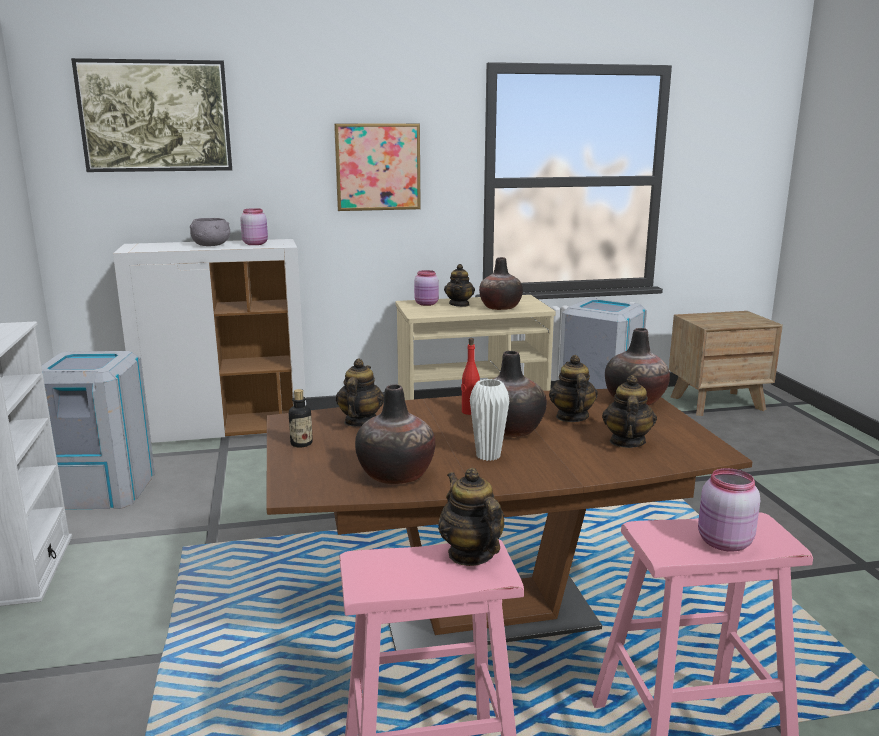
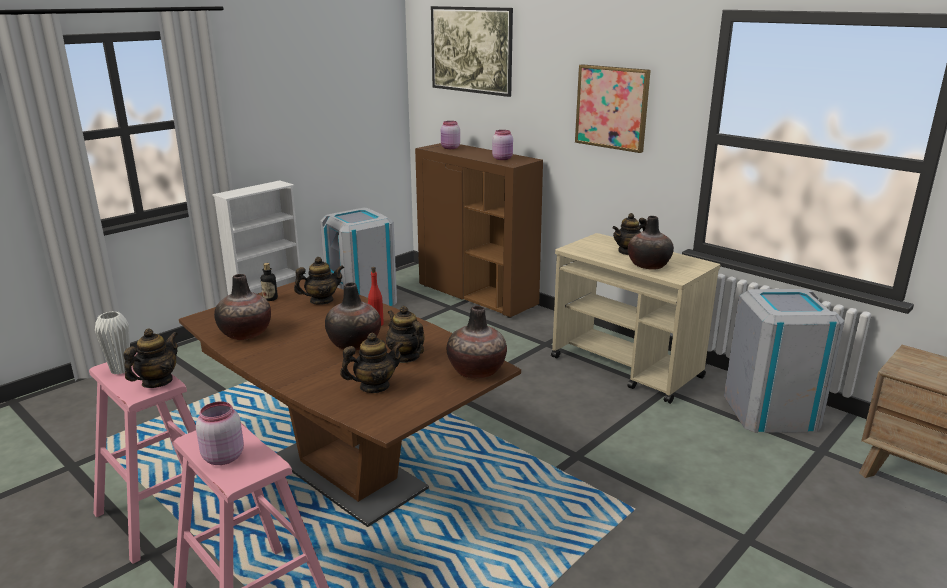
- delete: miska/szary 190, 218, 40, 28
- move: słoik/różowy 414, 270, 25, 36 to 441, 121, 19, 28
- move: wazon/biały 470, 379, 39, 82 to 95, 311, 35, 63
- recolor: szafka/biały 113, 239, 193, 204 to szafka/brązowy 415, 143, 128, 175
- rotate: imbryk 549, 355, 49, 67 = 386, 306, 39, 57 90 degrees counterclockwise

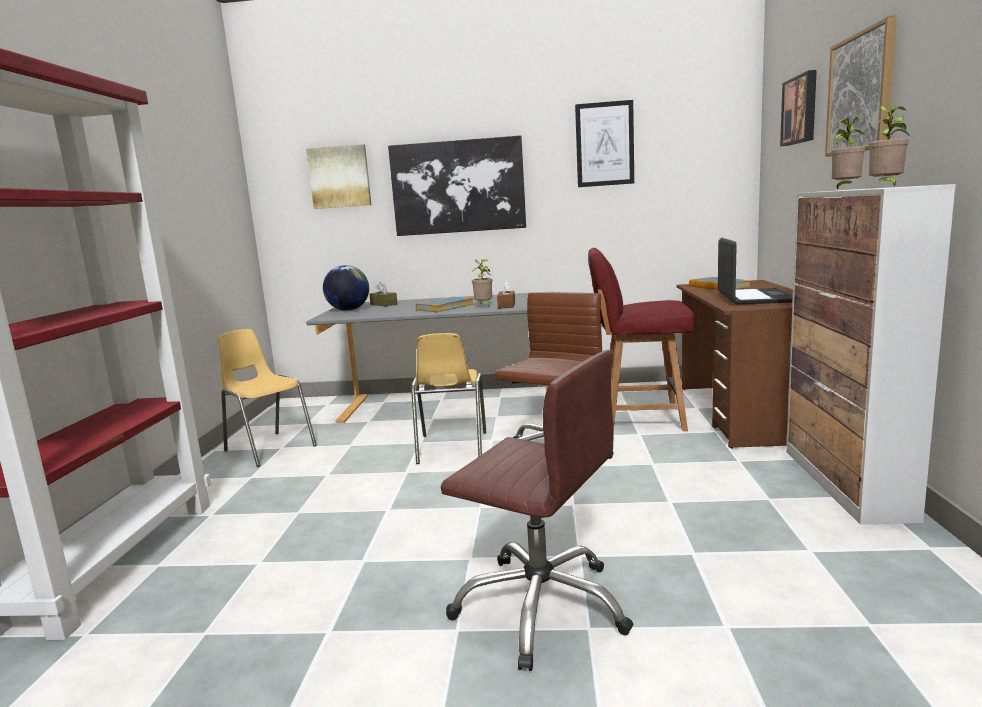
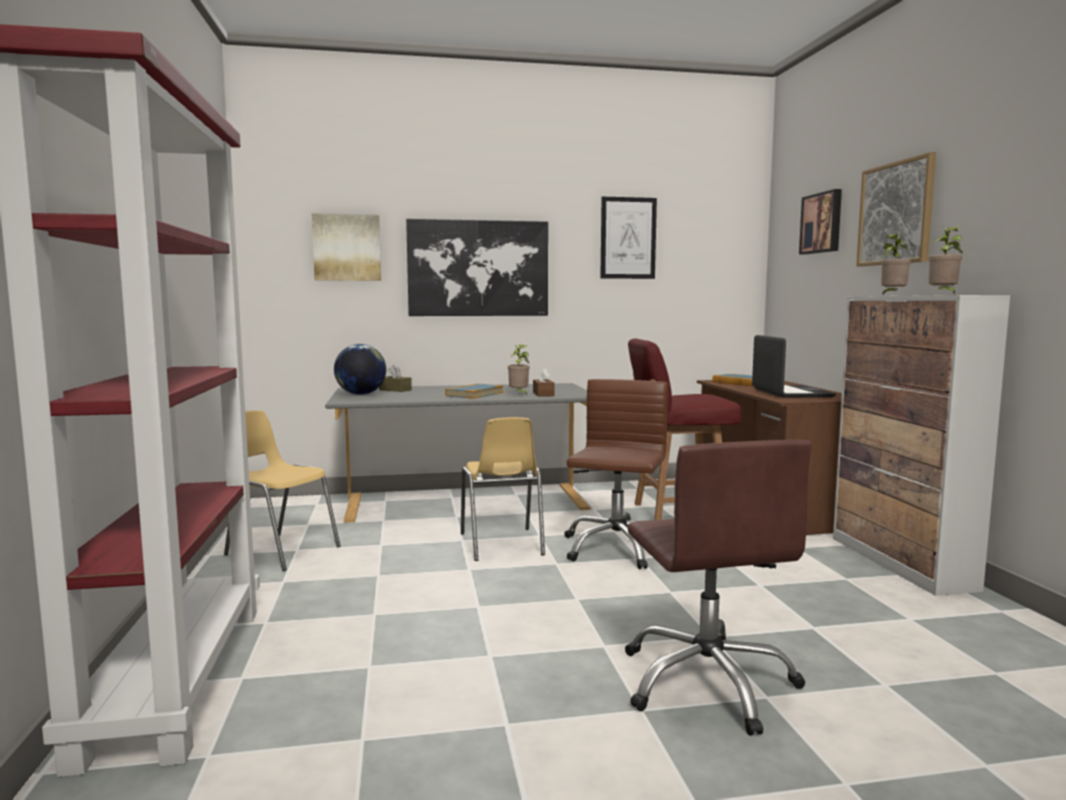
- rotate: krzesło biurowe/brązowy 441, 350, 192, 321 = 625, 440, 187, 296 60 degrees clockwise

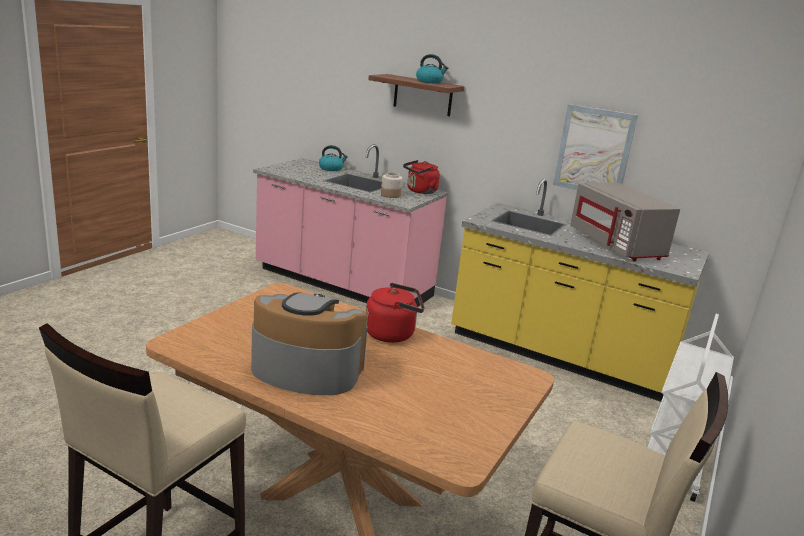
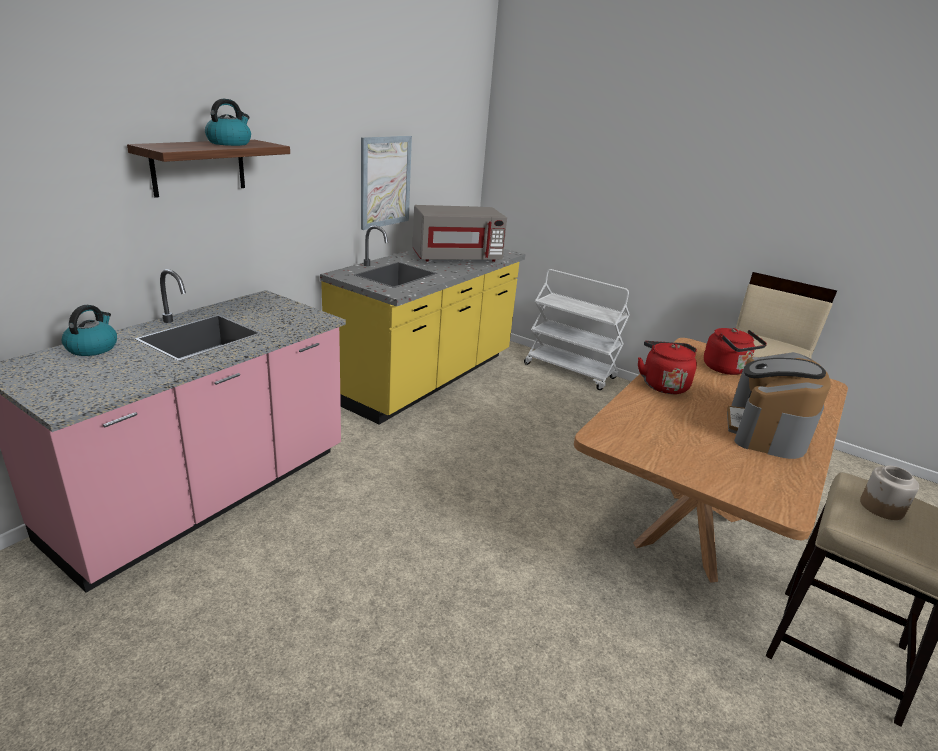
- move: słoik 381, 172, 22, 26 to 860, 466, 59, 54
- move: czajnik/czerwony 403, 160, 37, 34 to 704, 328, 63, 47

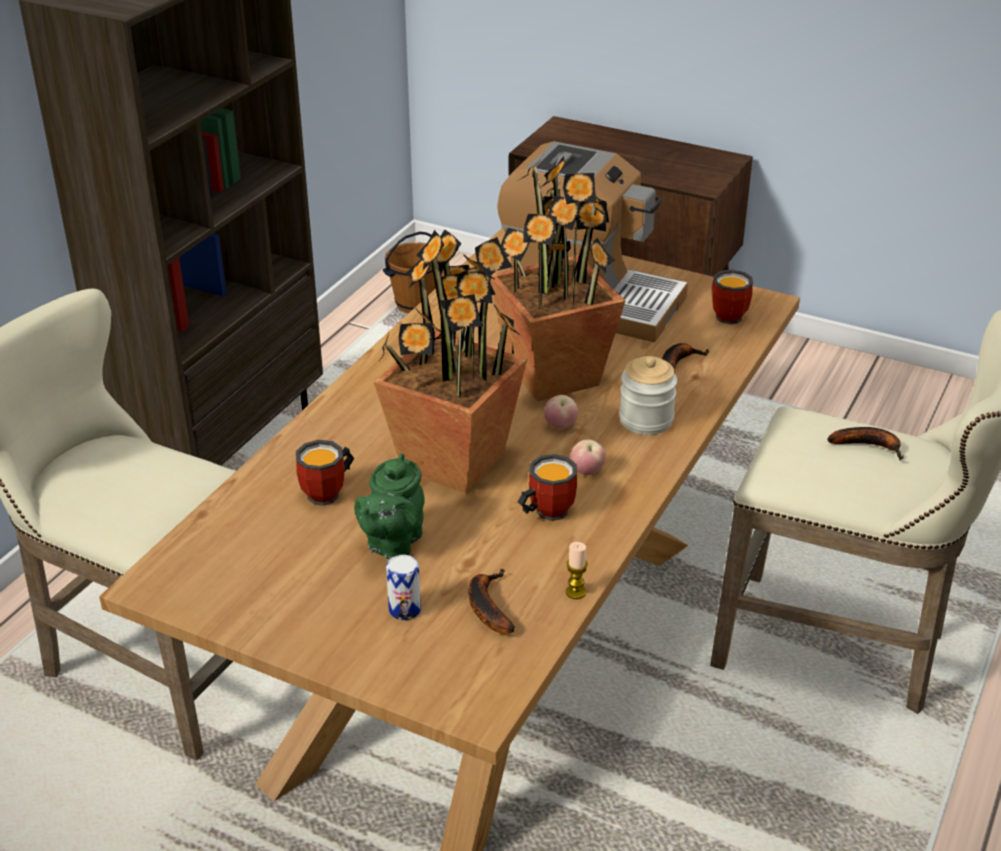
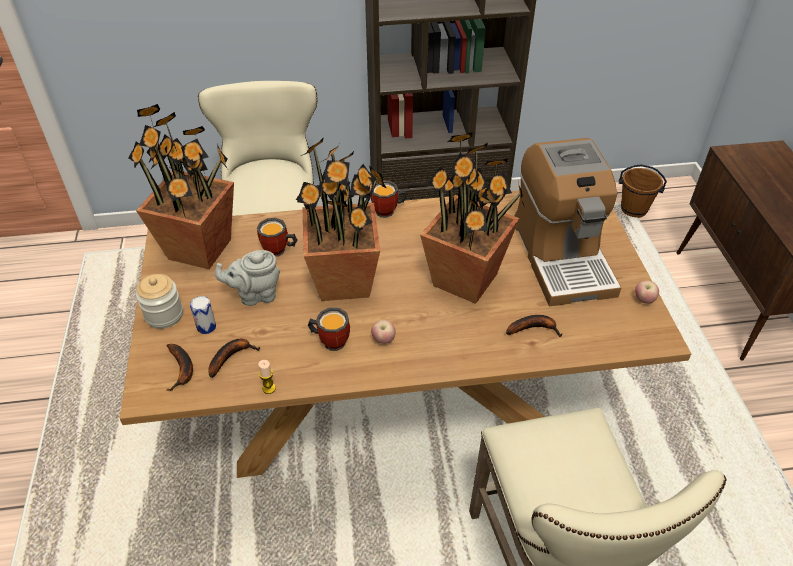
- insert: roślina doniczkowa 128, 104, 106, 165
- move: jabłko 544, 395, 34, 34 to 635, 280, 24, 24
- move: słoik 619, 356, 58, 79 to 136, 274, 47, 55
- move: kubek 712, 270, 41, 54 to 371, 180, 36, 38
- move: banan 828, 427, 76, 33 to 166, 344, 27, 47
- recolor: imbryk/zielony 354, 453, 71, 107 to imbryk/szary 215, 250, 65, 56

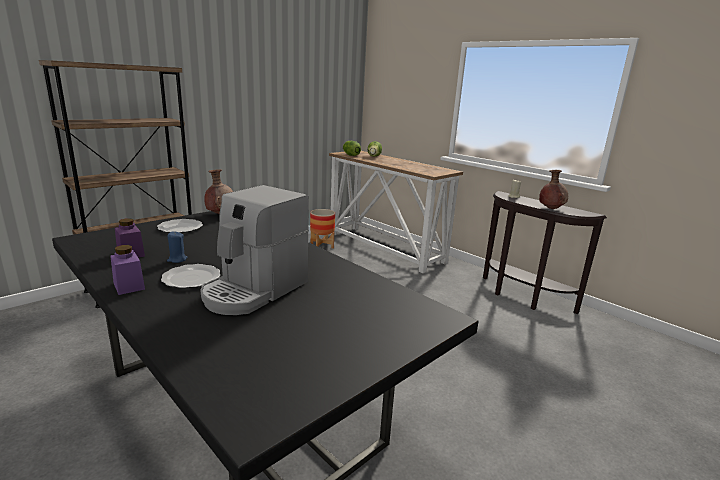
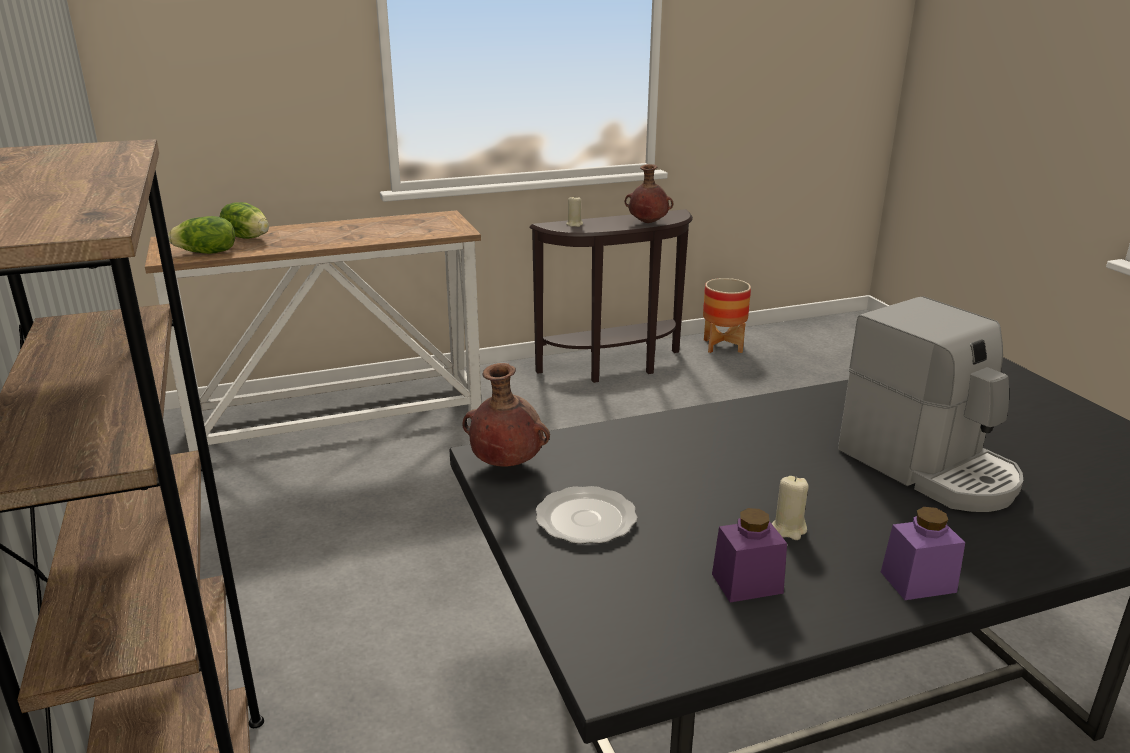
- delete: talerz 161, 264, 59, 24
- move: donica 310, 209, 25, 40 to 703, 278, 48, 75
- recolor: świeca/niebieski 167, 231, 20, 32 to świeca/beżowy 772, 476, 37, 64

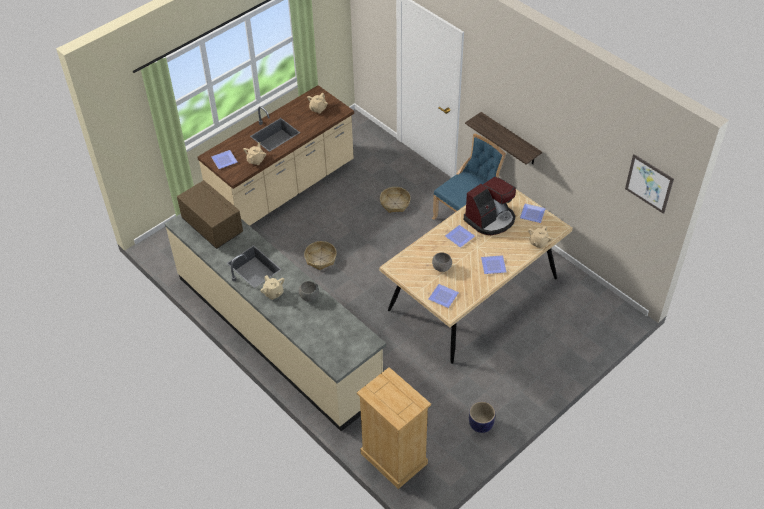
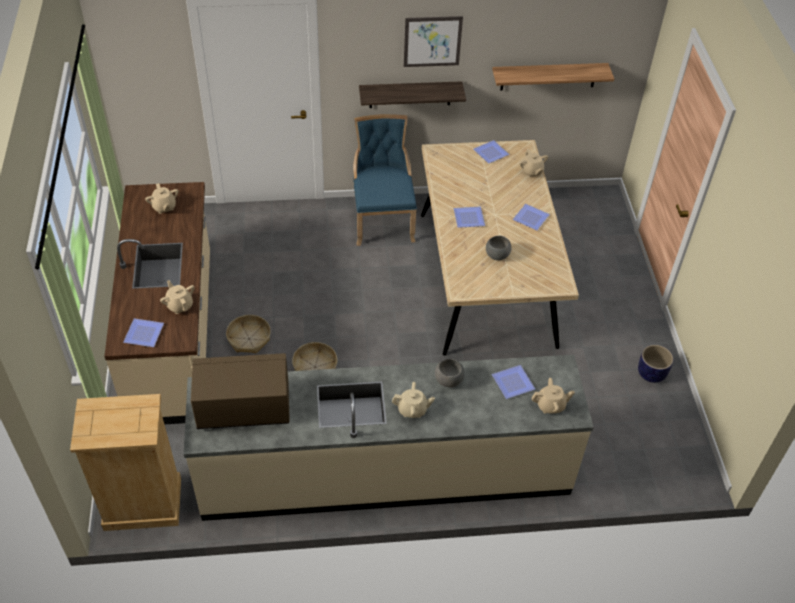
- delete: ekspres do kawy 464, 176, 52, 59
- insert: półka 492, 63, 122, 28
- insert: imbryk/beżowy 532, 378, 43, 36
- move: komoda/beżowy 357, 367, 74, 122 to 70, 394, 111, 137
- move: koszyk 380, 187, 31, 26 to 226, 315, 45, 38
- move: talerz 428, 284, 31, 24 to 492, 365, 43, 34
- move: obraz 625, 154, 49, 60 to 404, 16, 59, 51

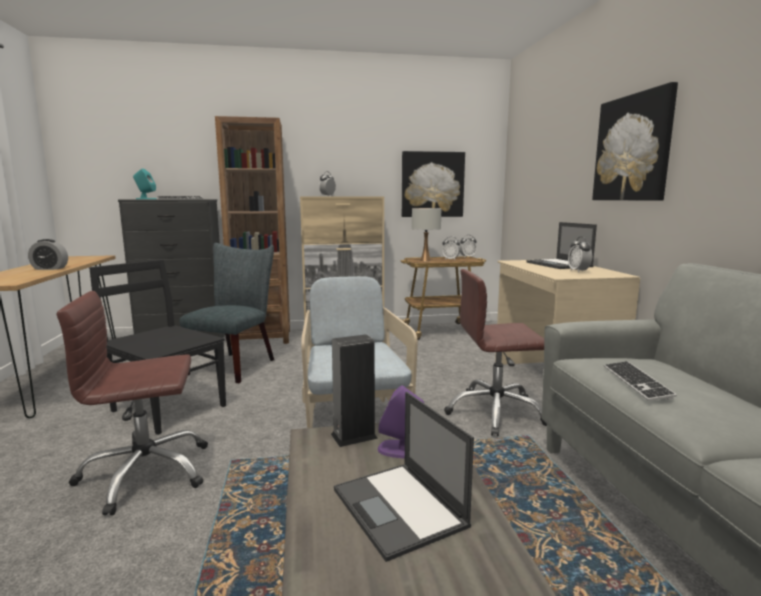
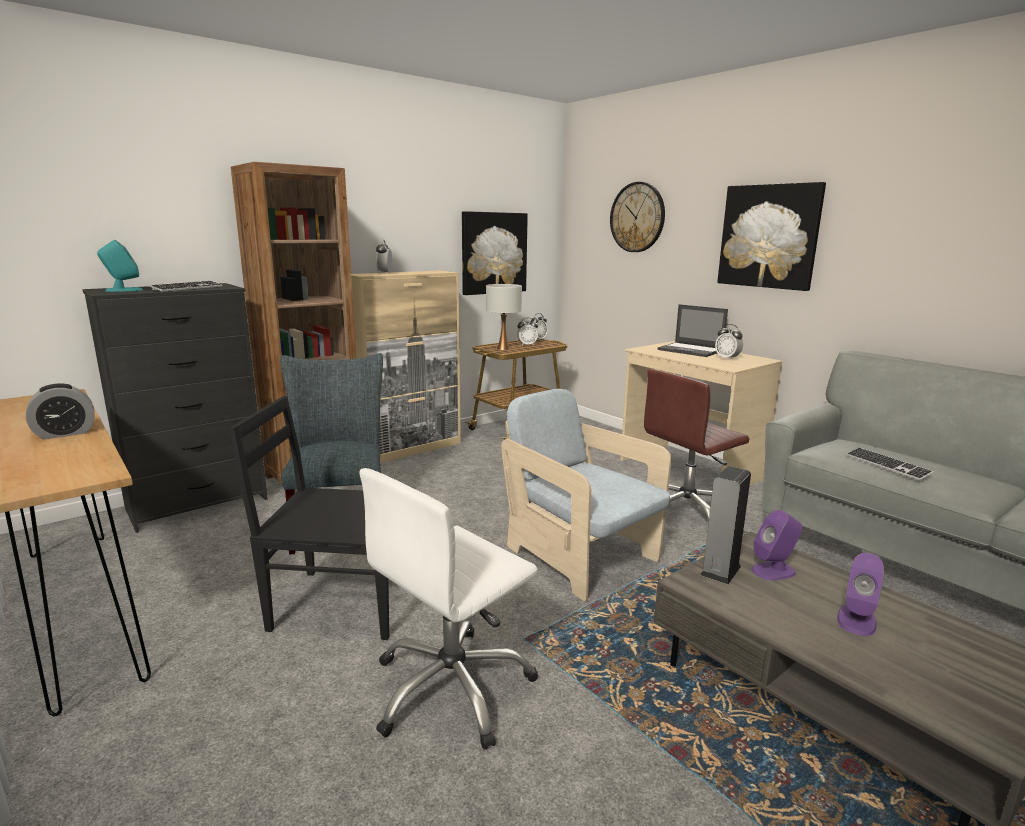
- insert: zegar ścienny 610, 182, 55, 70
- replace: laptop 334, 392, 140, 170 to głośnik/fioletowy 837, 553, 47, 83
- recolor: krzesło biurowe/brązowy 57, 291, 151, 224 to krzesło biurowe/biały 359, 468, 179, 282

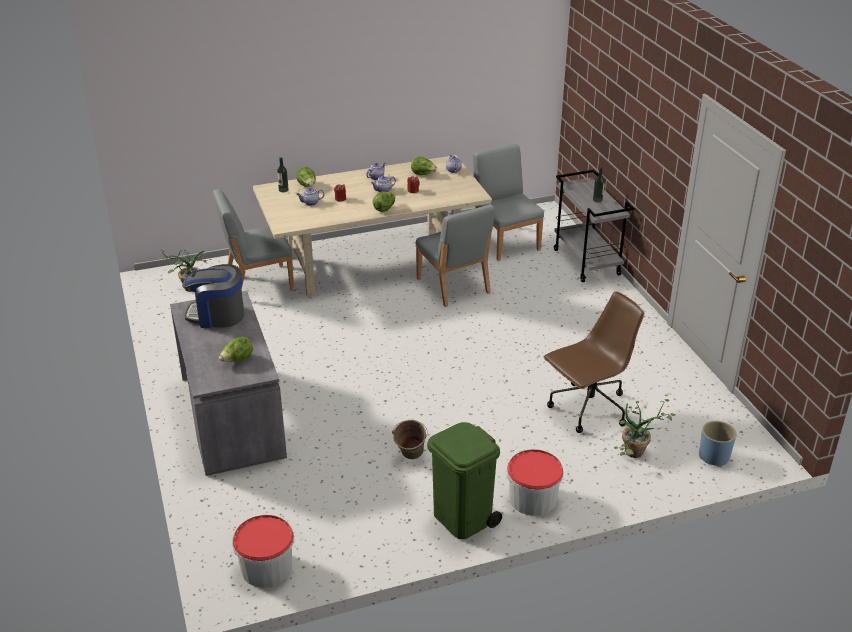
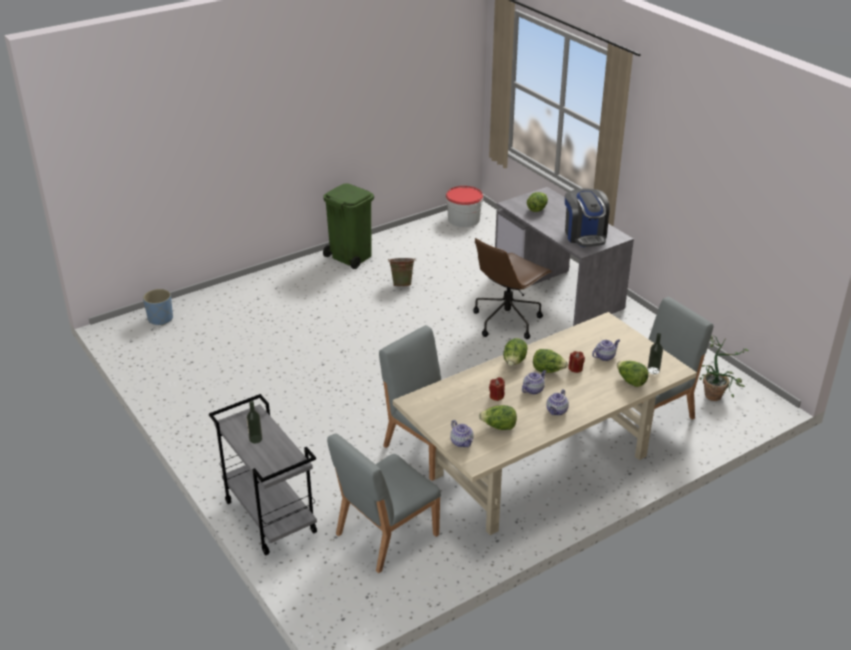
- delete: wiadro 506, 449, 57, 67
- delete: roślina doniczkowa 614, 399, 61, 59
- insert: sałata 533, 349, 35, 24
- move: krzesło biurowe/brązowy 544, 292, 100, 141 to 473, 238, 79, 101
- rotate: ekspres do kawy 182, 264, 62, 64 = 565, 188, 45, 59 90 degrees clockwise
- rotate: krzesło/szary 473, 144, 71, 117 = 327, 433, 114, 140 90 degrees clockwise

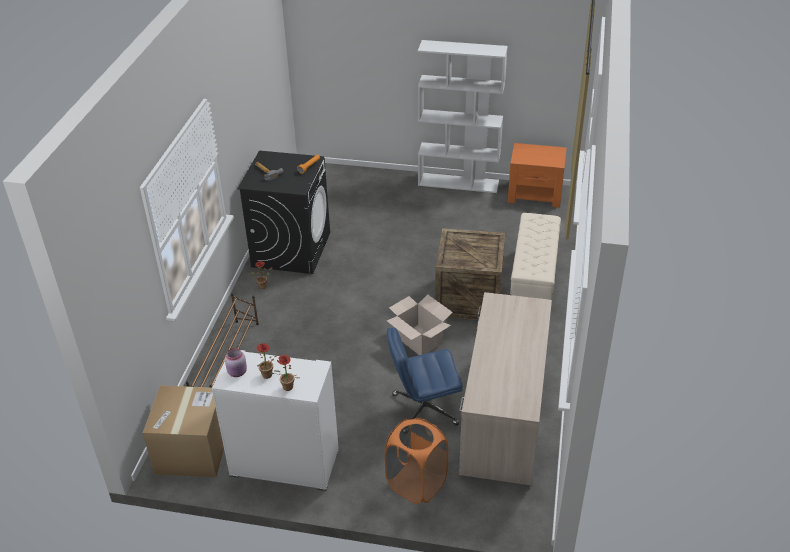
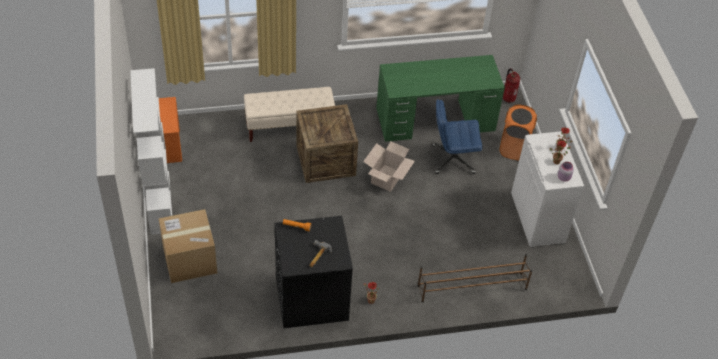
- insert: gaśnica 503, 68, 17, 35
- move: karton 143, 385, 81, 93 to 158, 209, 59, 74
- recolor: biurko/beżowy 459, 292, 93, 194 to biurko/zielony 376, 55, 129, 87
- rotate: krzesło biurowe/niebieski 387, 327, 76, 99 = 432, 99, 50, 75 120 degrees clockwise

